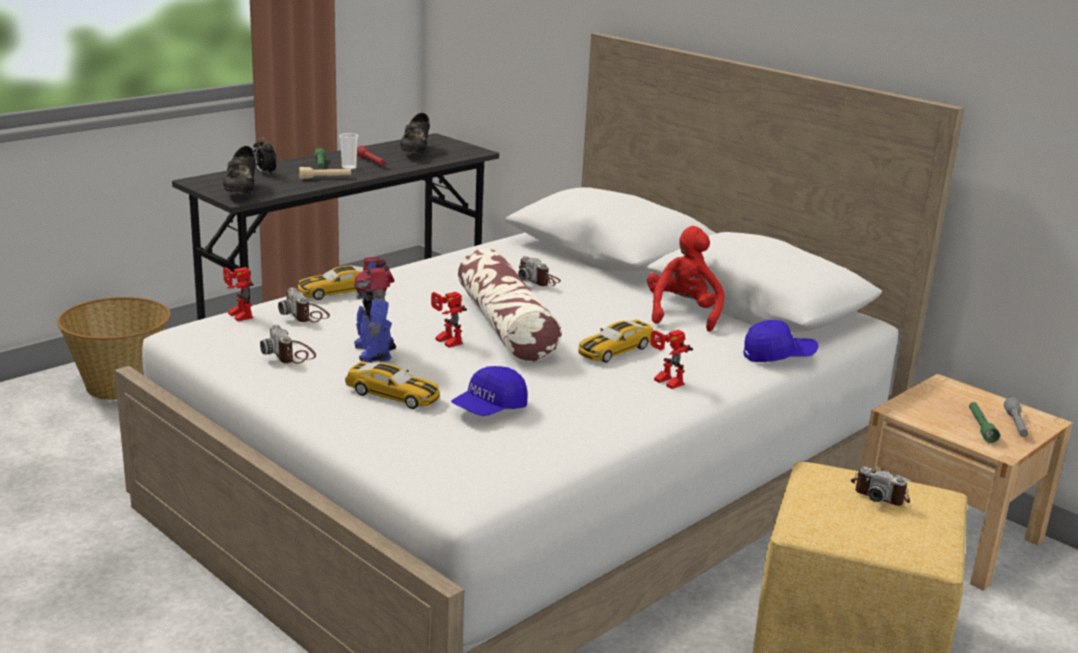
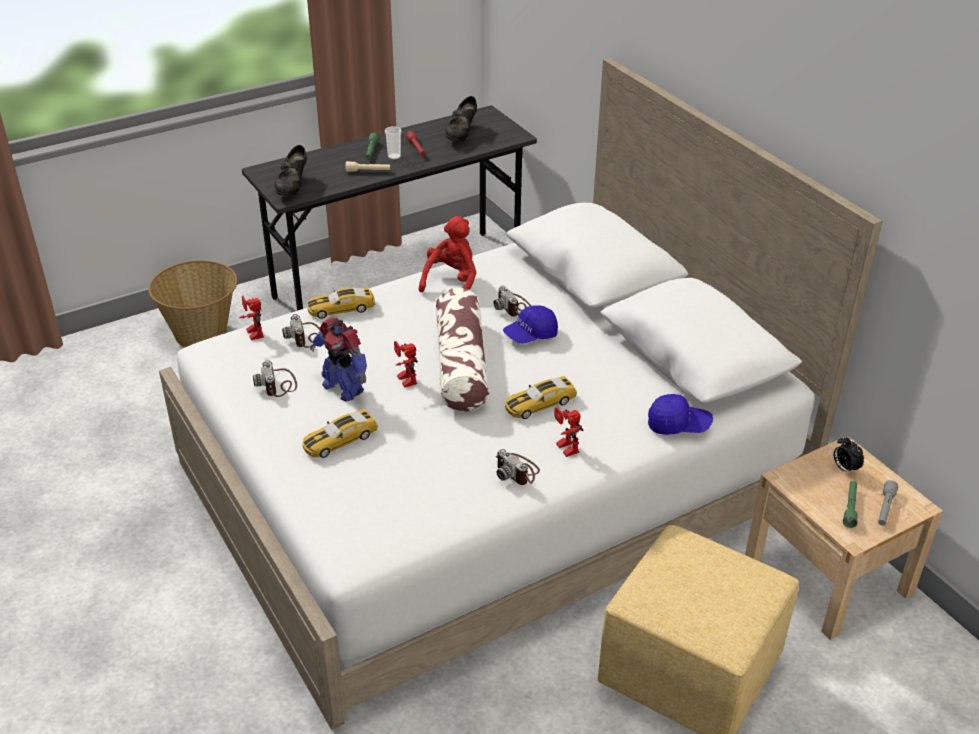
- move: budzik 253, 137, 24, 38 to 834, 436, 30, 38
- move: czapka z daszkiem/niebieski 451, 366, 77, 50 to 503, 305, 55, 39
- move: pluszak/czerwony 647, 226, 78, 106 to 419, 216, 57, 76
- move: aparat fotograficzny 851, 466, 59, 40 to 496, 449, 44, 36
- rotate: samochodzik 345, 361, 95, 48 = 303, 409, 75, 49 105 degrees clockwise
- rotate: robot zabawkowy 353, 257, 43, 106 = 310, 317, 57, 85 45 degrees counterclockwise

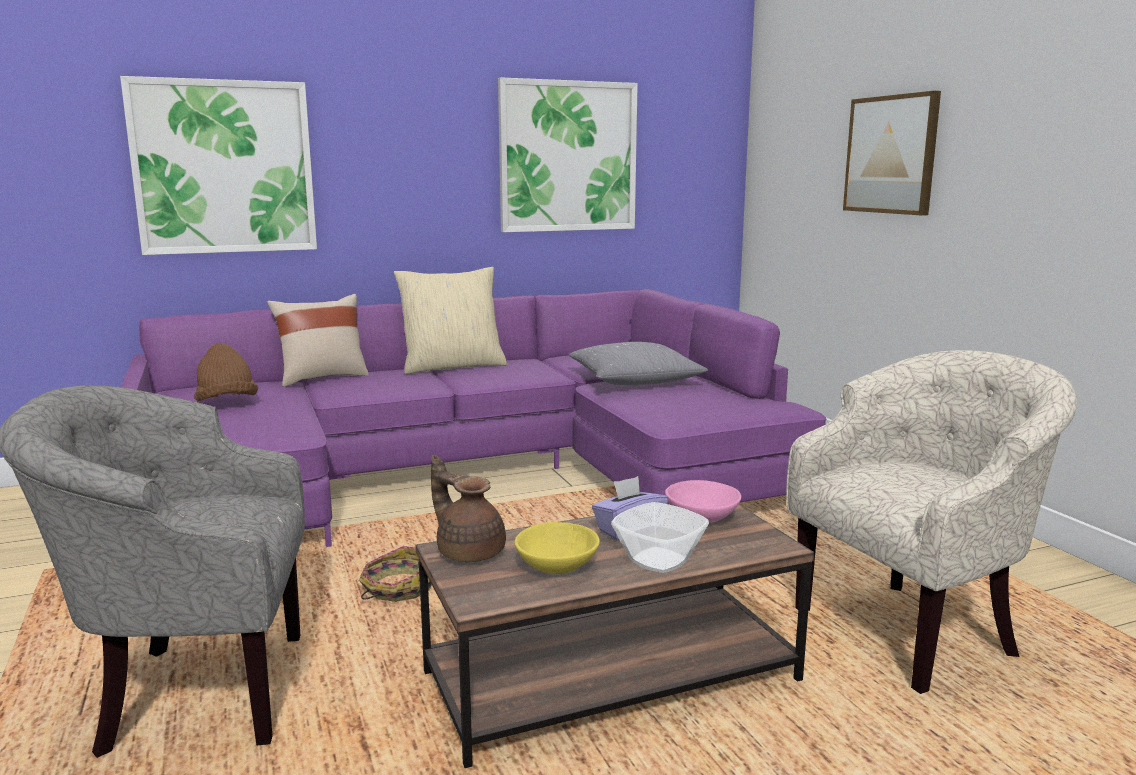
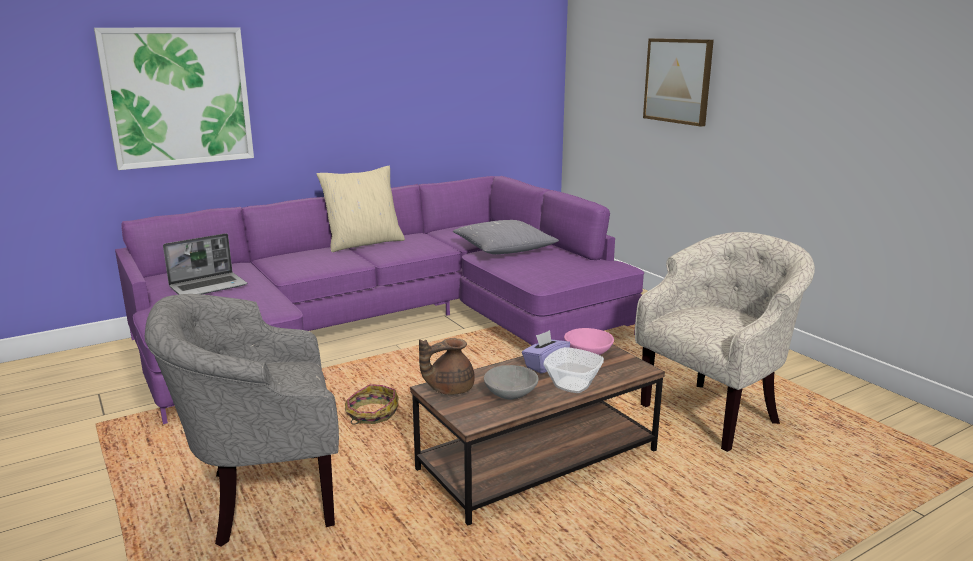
- delete: poduszka/beżowy 267, 294, 102, 93
- delete: obraz 498, 77, 140, 155
- replace: kapelusz/brązowy 194, 343, 64, 58 to laptop 163, 233, 85, 62
- recolor: miska/żółty 515, 522, 85, 52 to miska/szary 484, 365, 55, 35
- rotate: imbryk/brązowy 431, 455, 75, 107 = 419, 338, 56, 57 60 degrees counterclockwise

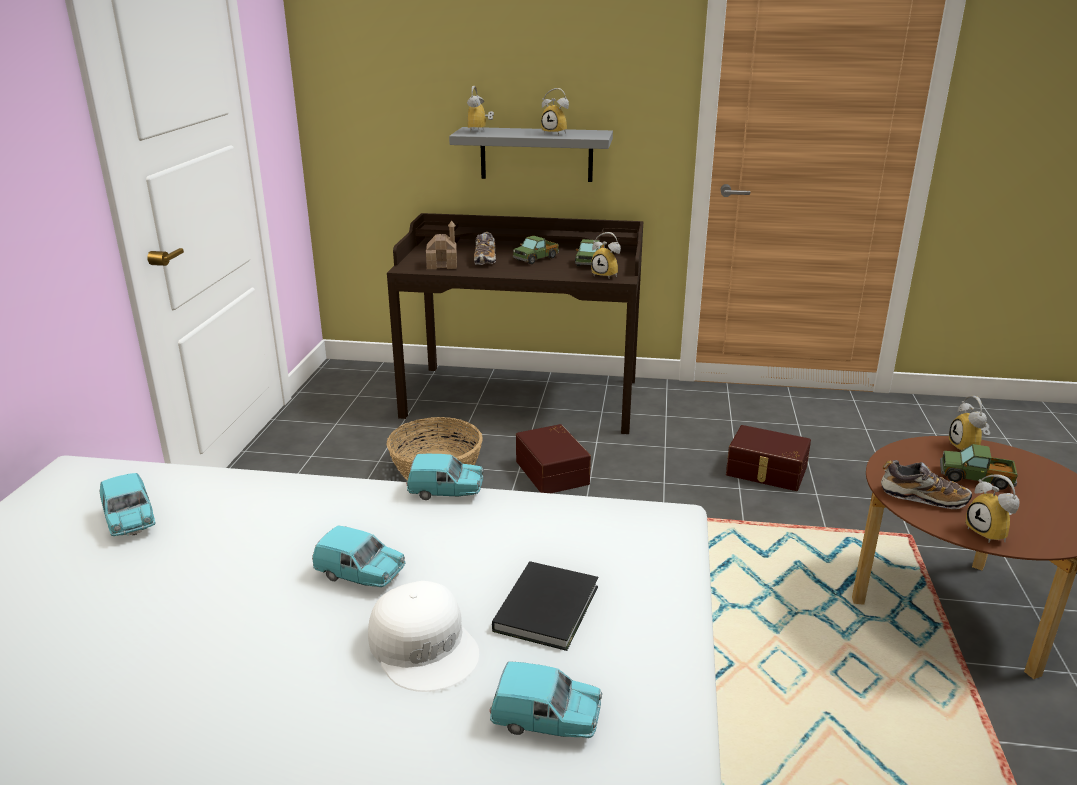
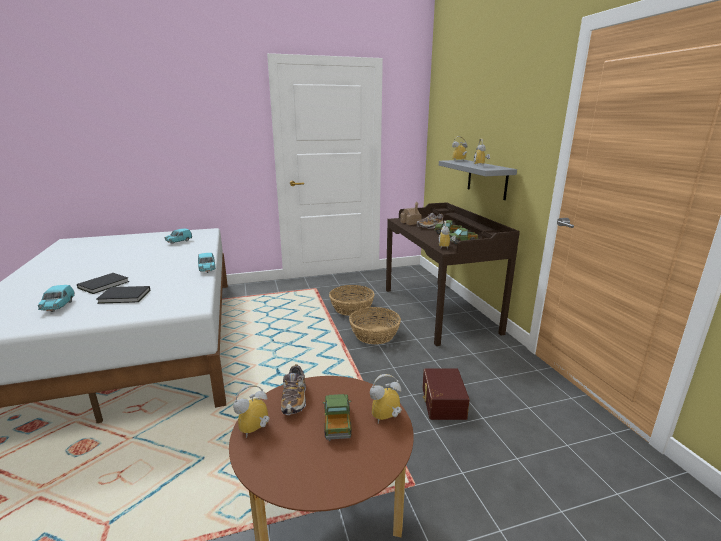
- delete: samochodzik/turkusowy 312, 525, 93, 62
- replace: czapka z daszkiem/biały 368, 581, 112, 111 to książka/czarny 77, 273, 52, 21
- replace: pojemnik do przechowywania/brązowy 516, 424, 75, 69 to koszyk 349, 307, 52, 37

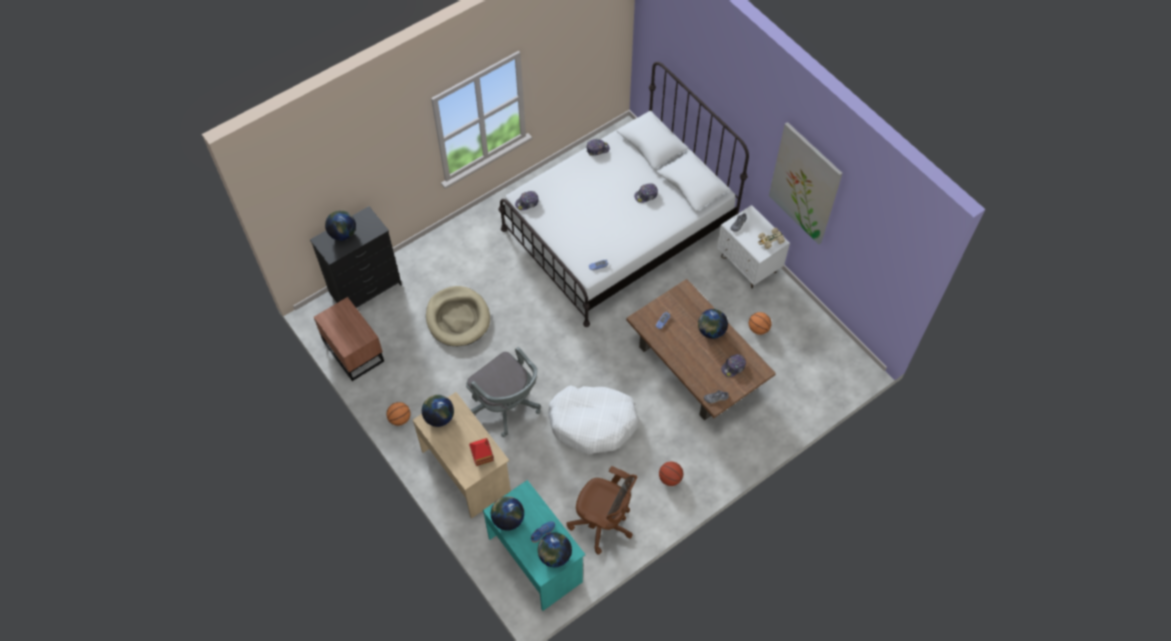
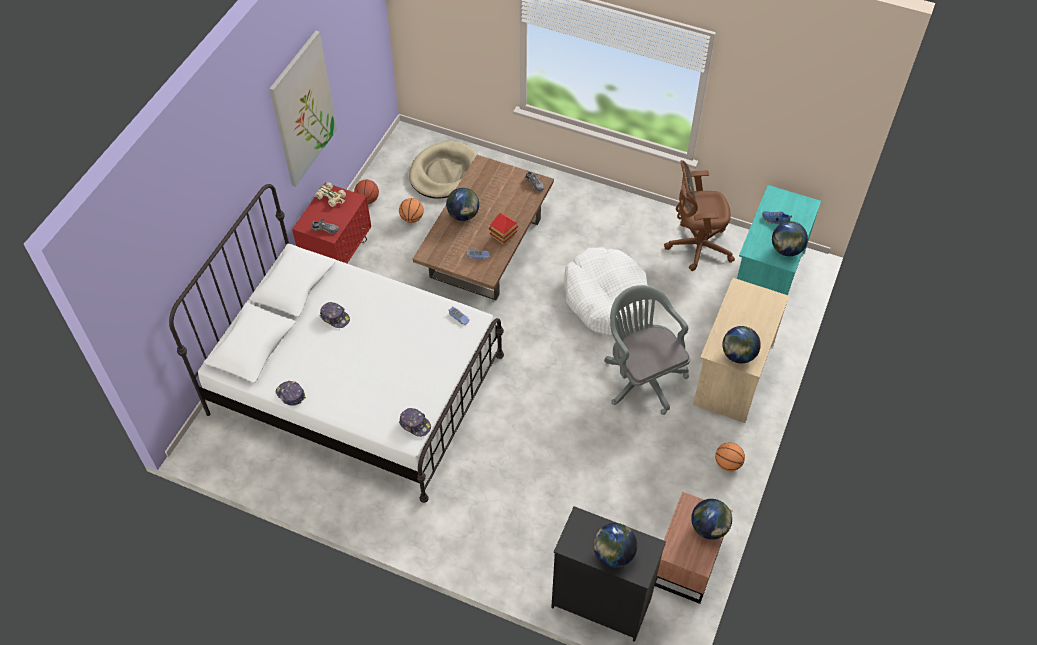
- delete: czapka z daszkiem 721, 354, 25, 23
- move: legowisko/beżowy 426, 286, 64, 60 to 409, 141, 69, 58
- move: domek 469, 438, 25, 28 to 489, 213, 29, 32
- move: globus 538, 533, 34, 34 to 691, 499, 41, 41
- move: piłka do koszykówki 659, 461, 24, 25 to 354, 180, 25, 24
- recolor: szafka nocna/biały 717, 205, 73, 83 to szafka nocna/czerwony 292, 183, 79, 80
- rotate: krzesło biurowe/szary 466, 347, 75, 90 = 604, 285, 86, 130 45 degrees counterclockwise
- rotate: krzesło biurowe/brązowy 567, 466, 70, 89 = 664, 160, 71, 111 90 degrees counterclockwise

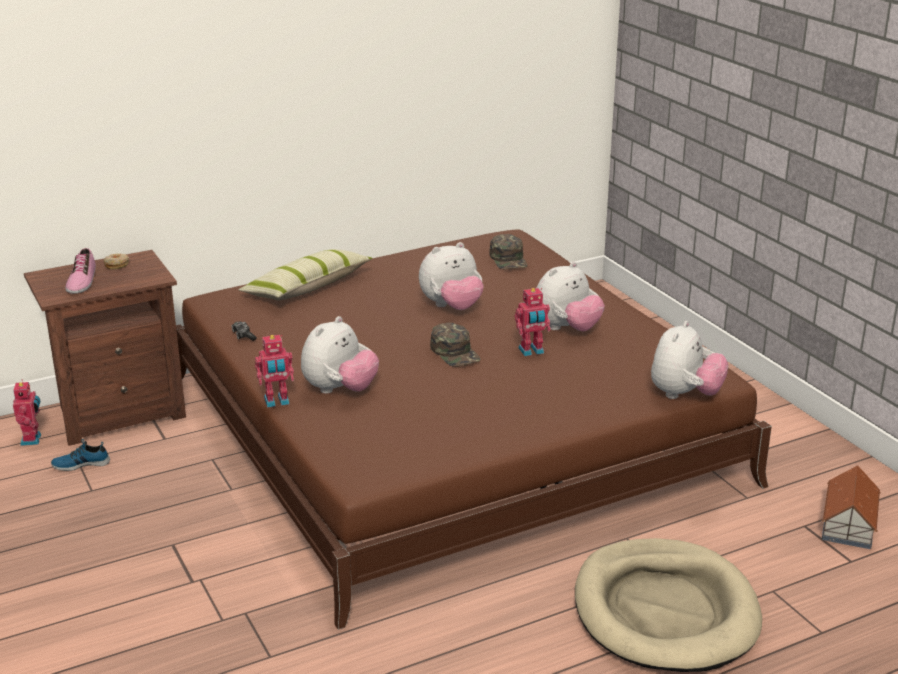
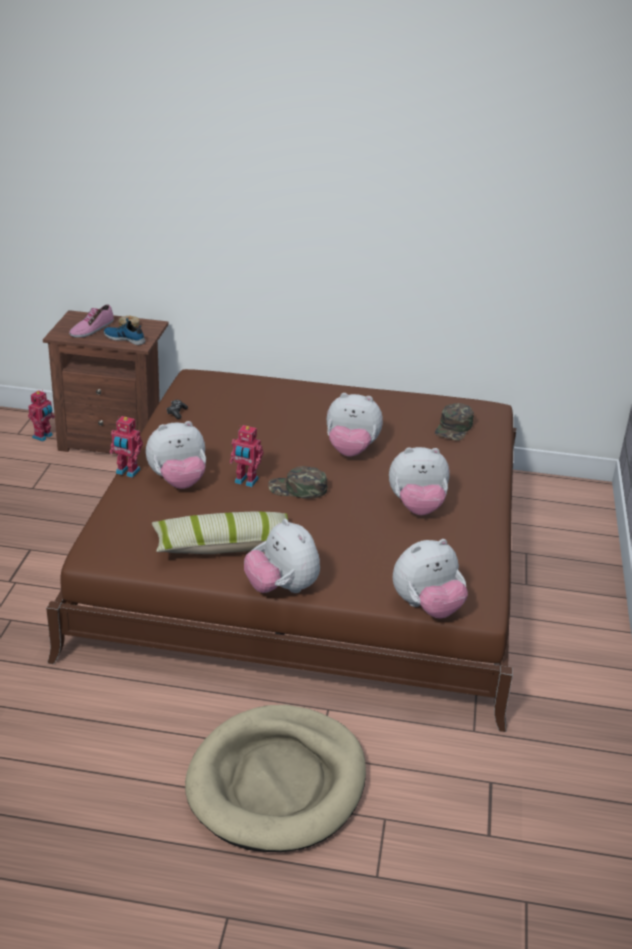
- delete: domek 822, 465, 59, 84
- insert: pluszak 244, 519, 76, 74
- move: but 51, 439, 59, 32 to 104, 318, 41, 27
- move: poduszka 238, 249, 135, 51 to 152, 511, 137, 43
- move: robot zabawkowy 514, 288, 37, 68 to 230, 425, 34, 62
- rotate: czapka z daszkiem/zielony 430, 322, 51, 45 = 268, 466, 59, 33 90 degrees clockwise

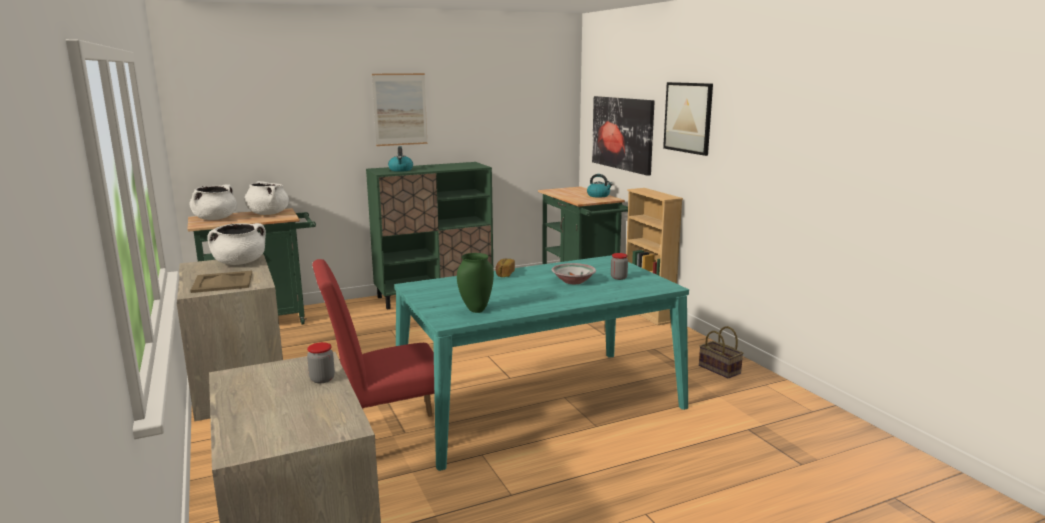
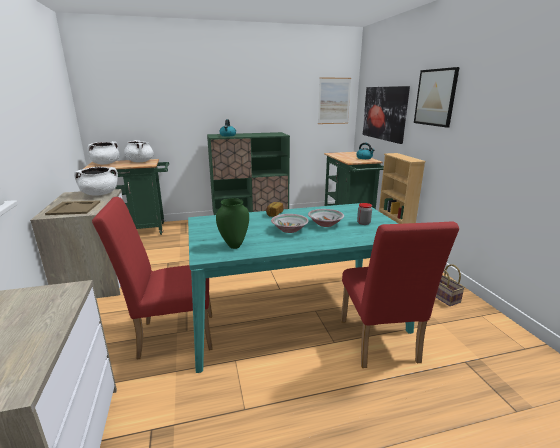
- delete: słoik 307, 342, 28, 41
- insert: miska 271, 214, 38, 19
- insert: krzesło/czerwony 341, 221, 118, 147
- move: obraz 372, 73, 56, 73 to 318, 77, 33, 47

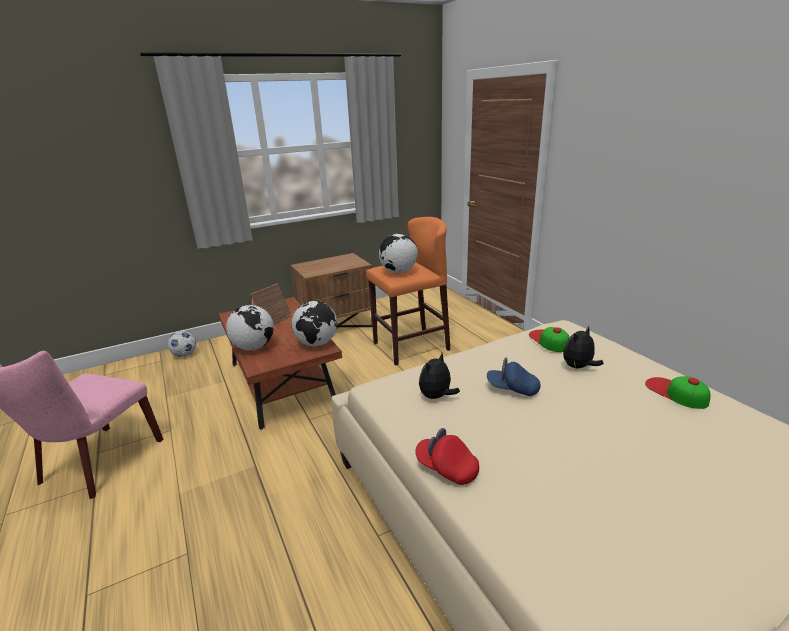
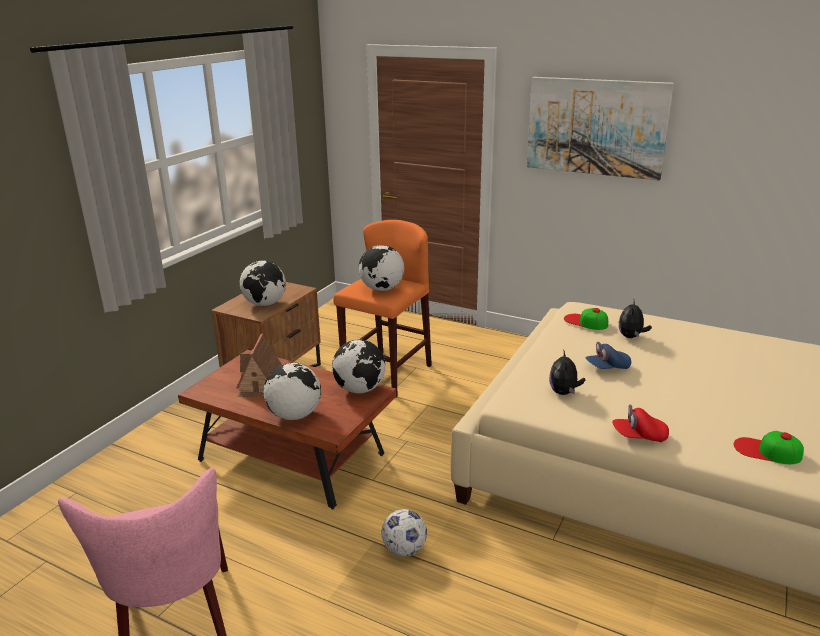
- insert: globus 240, 260, 46, 46
- insert: obraz 527, 77, 147, 104
- move: piłka futbolowa 168, 331, 28, 26 to 381, 509, 46, 47
- move: czapka z daszkiem 645, 376, 66, 33 to 734, 431, 70, 33

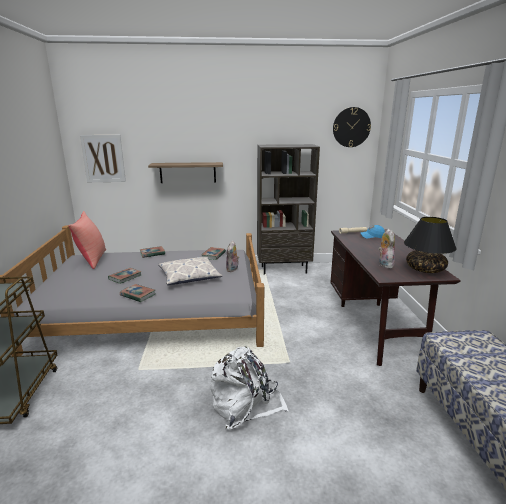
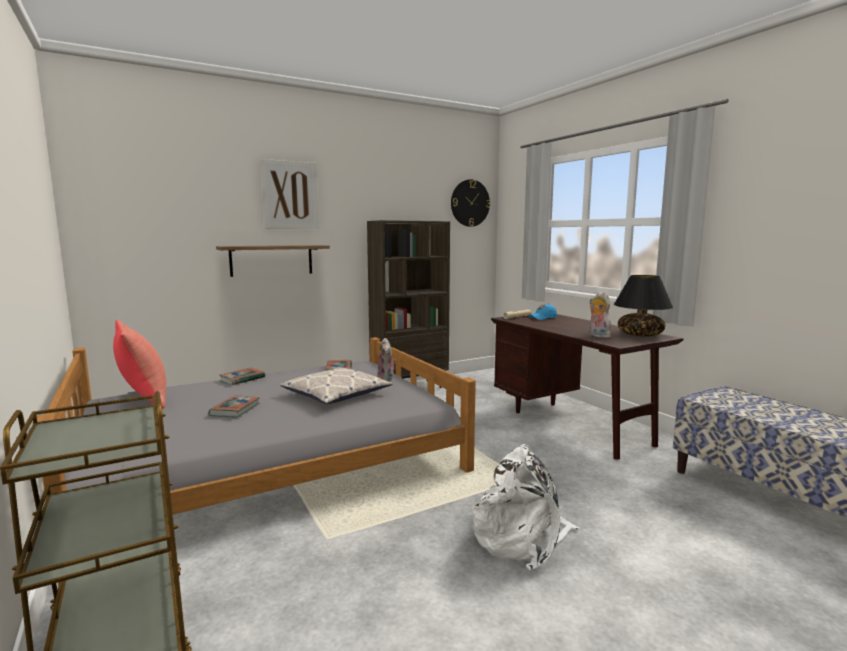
- delete: książka 120, 284, 35, 18
- move: obraz 80, 135, 46, 47 to 260, 159, 58, 70

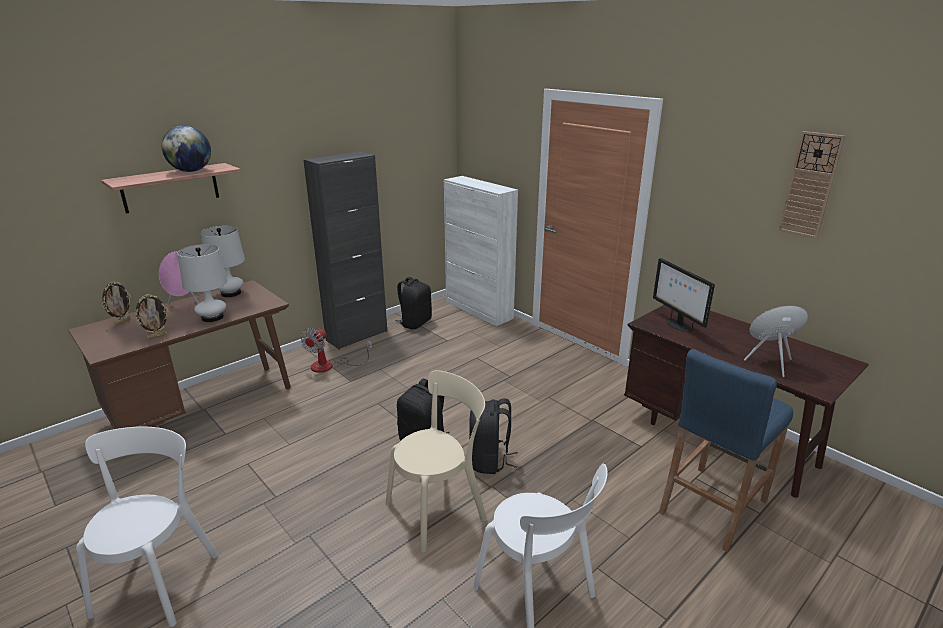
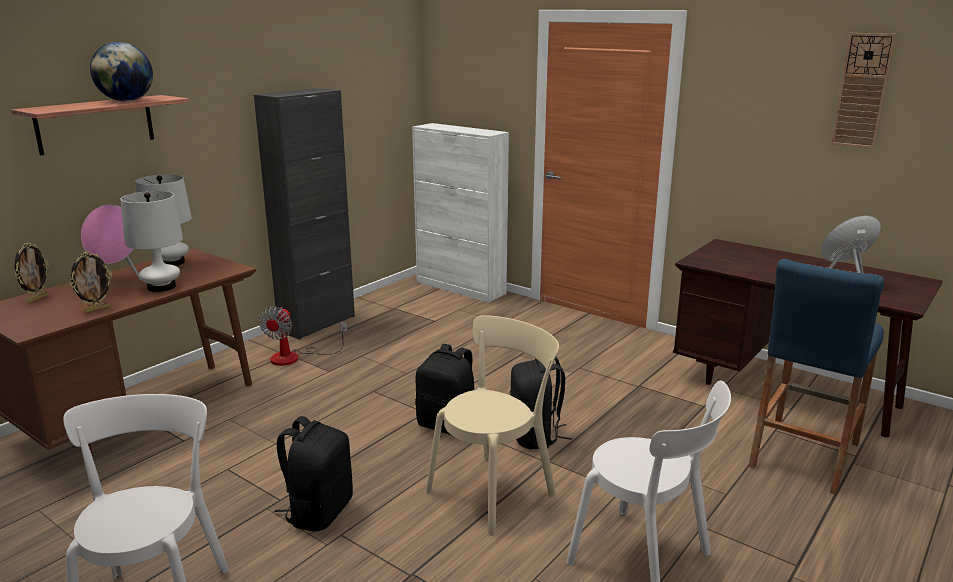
- delete: monitor 653, 258, 62, 74
- move: plecak/czarny 395, 277, 37, 52 to 275, 416, 78, 116

